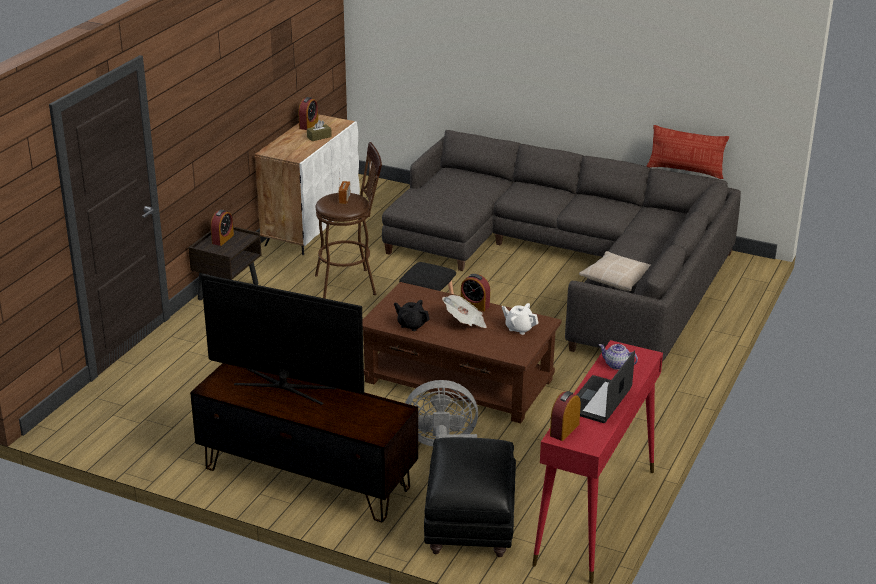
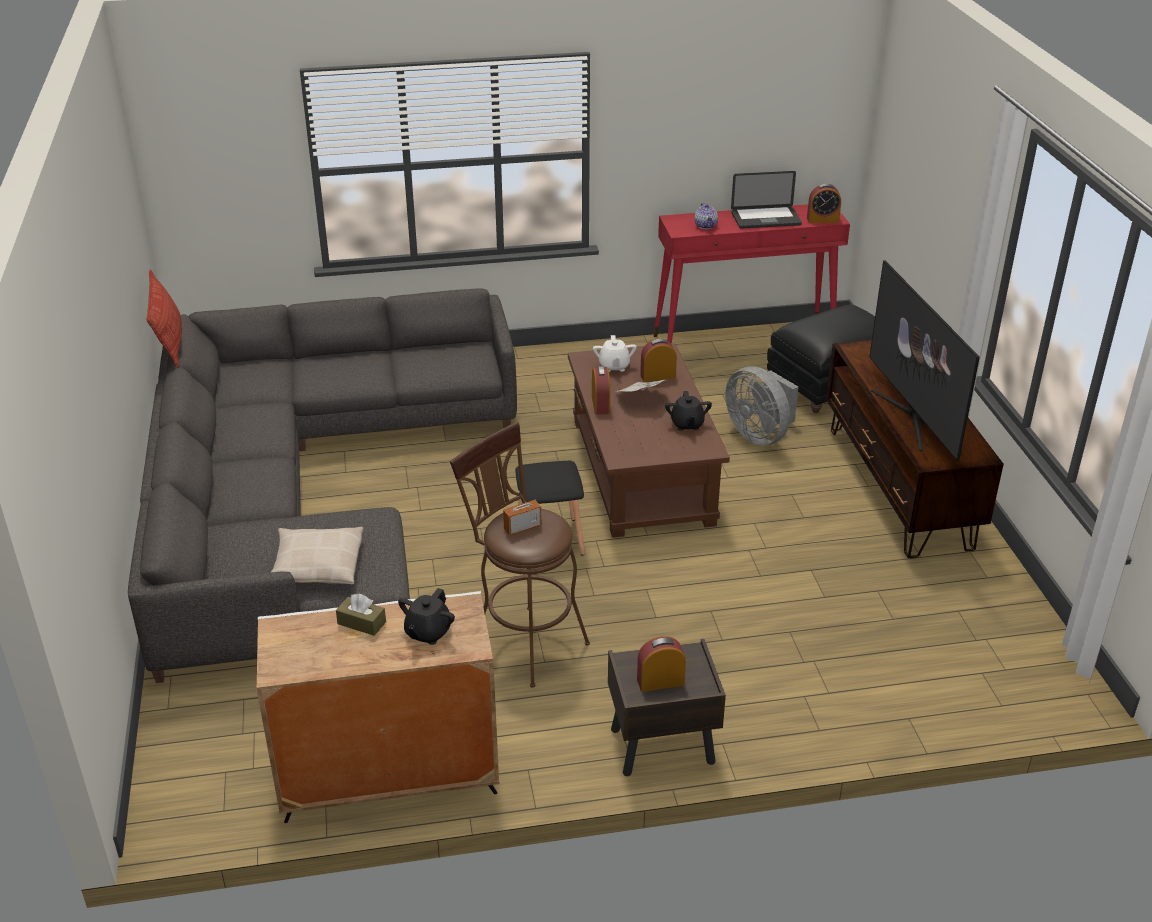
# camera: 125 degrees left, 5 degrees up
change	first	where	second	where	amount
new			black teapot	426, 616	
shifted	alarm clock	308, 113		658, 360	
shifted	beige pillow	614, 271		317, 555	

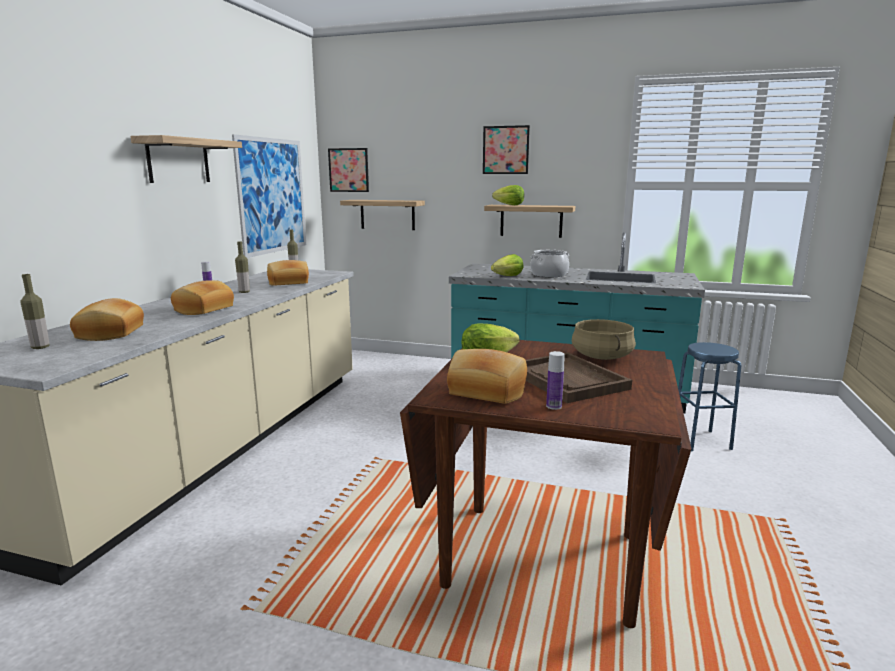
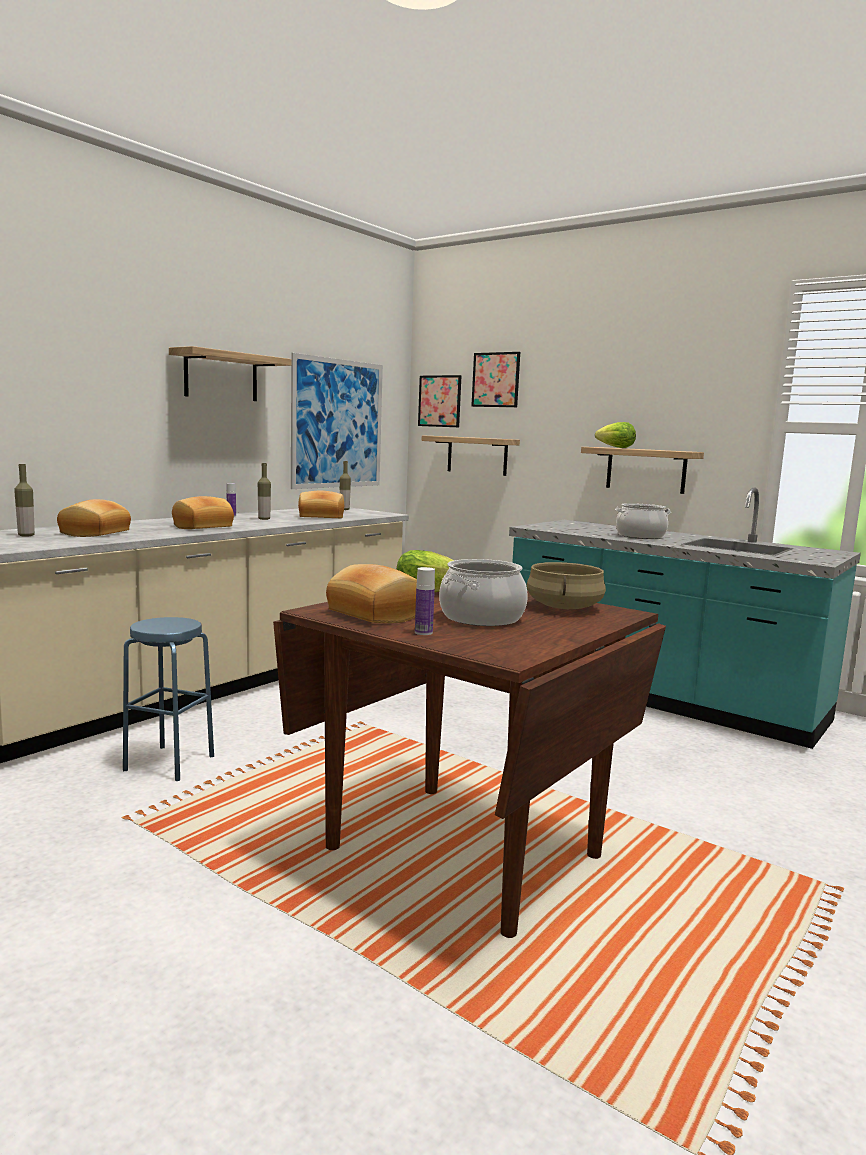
# camera: 20 degrees right, 5 degrees down
change	first	where	second	where	amount
gone	lettuce	507, 265			
shifted	picture	506, 149		495, 379	
shifted	blue stool	709, 396		168, 699	
swapped	brown tray	579, 378	cooking pot	483, 592	

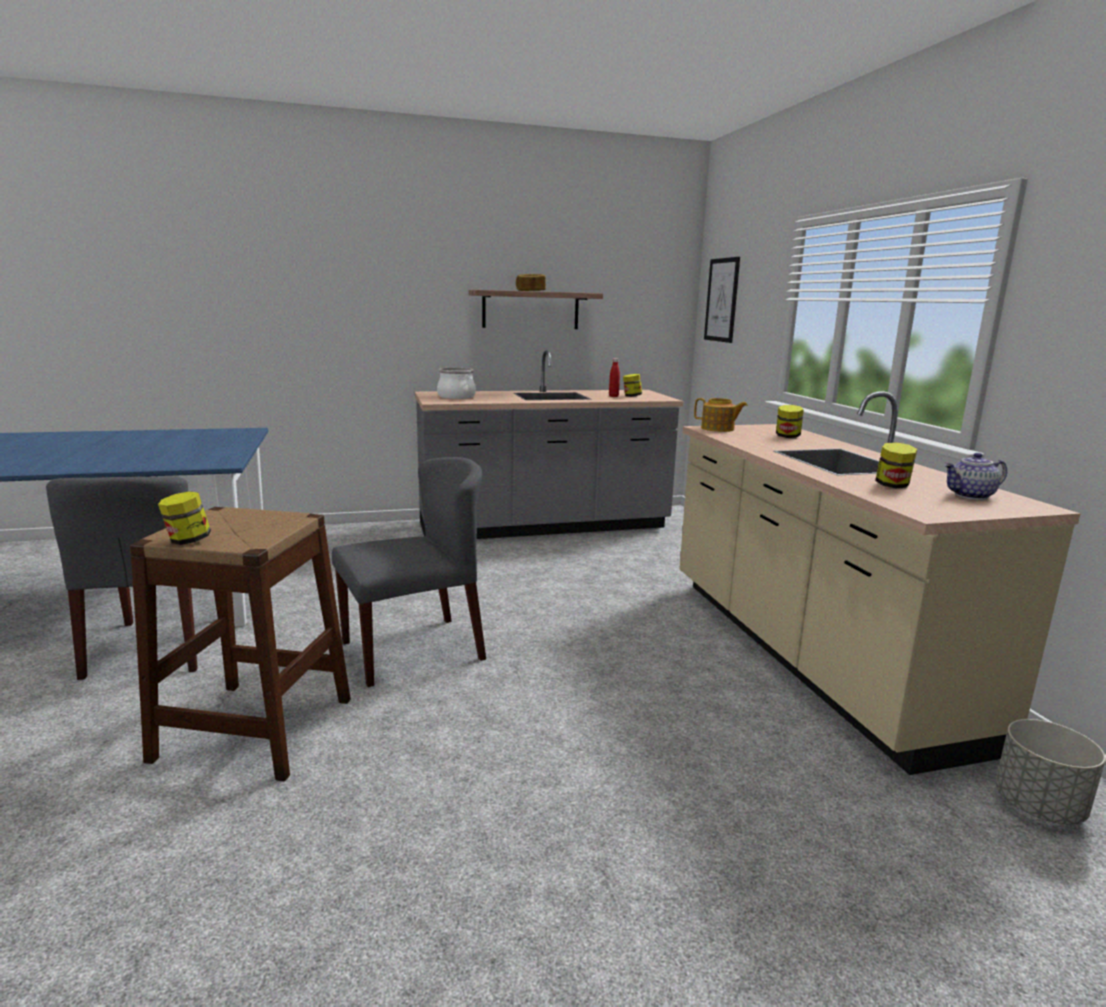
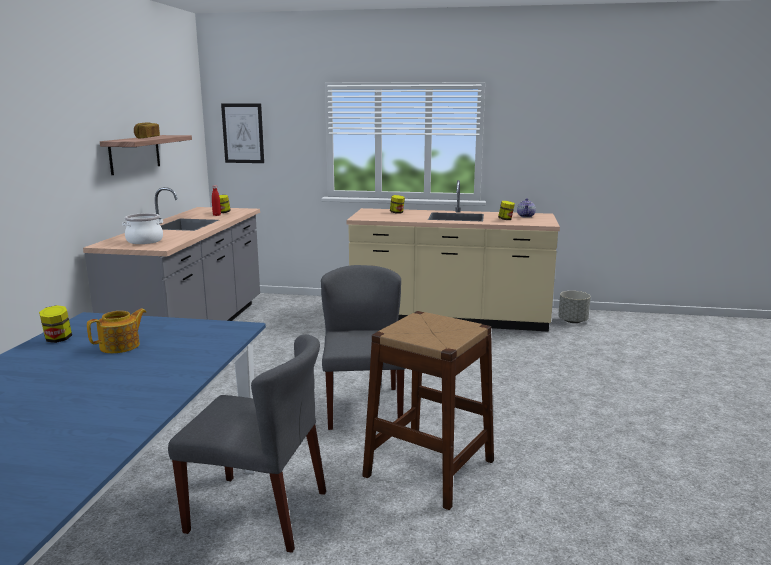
# camera: 65 degrees left, 0 degrees up
change	first	where	second	where	amount
shifted	jar	184, 518		55, 324	
shifted	teapot	721, 415		116, 331	

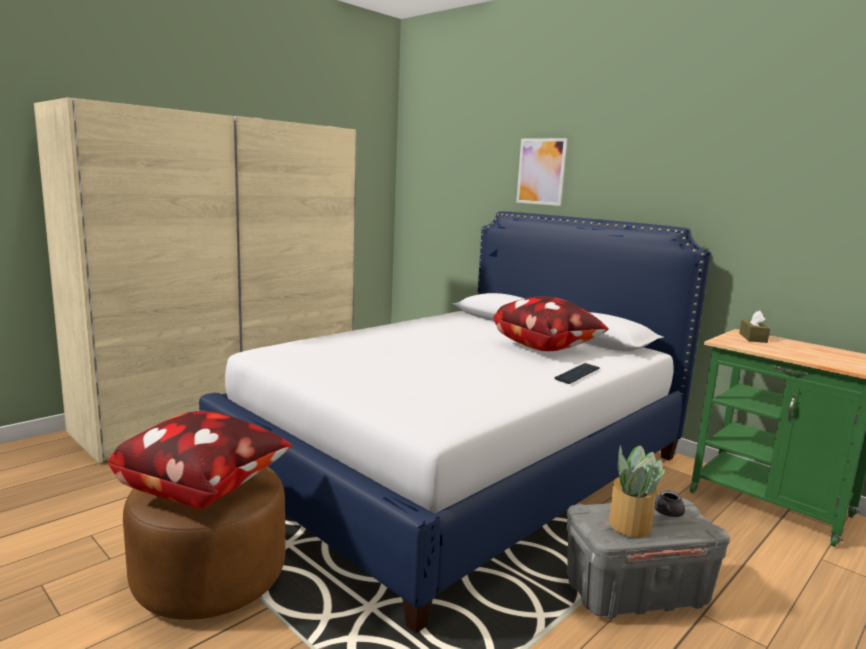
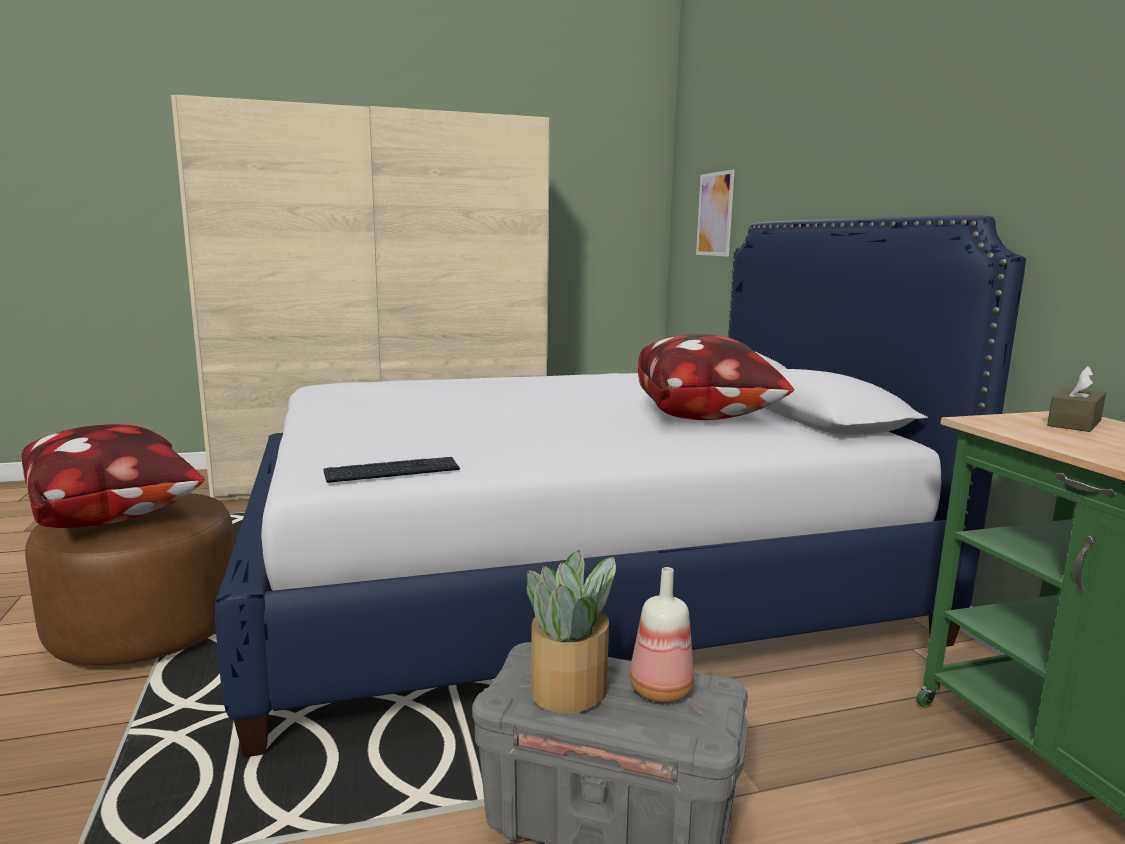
# camera: 30 degrees right, 0 degrees up
change	first	where	second	where	amount
shifted	picture	541, 172		715, 212	
shifted	keyboard	577, 373		392, 470	
swapped	grey teapot	670, 503	bottle	662, 635	

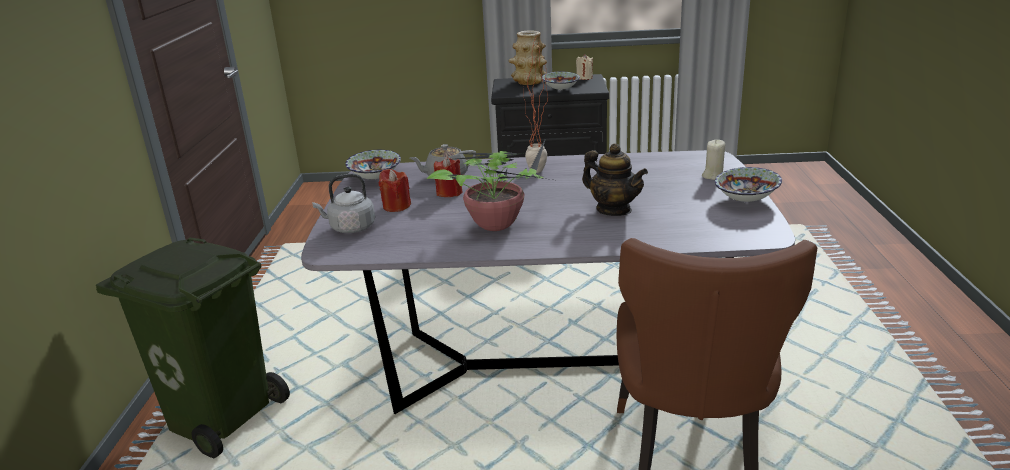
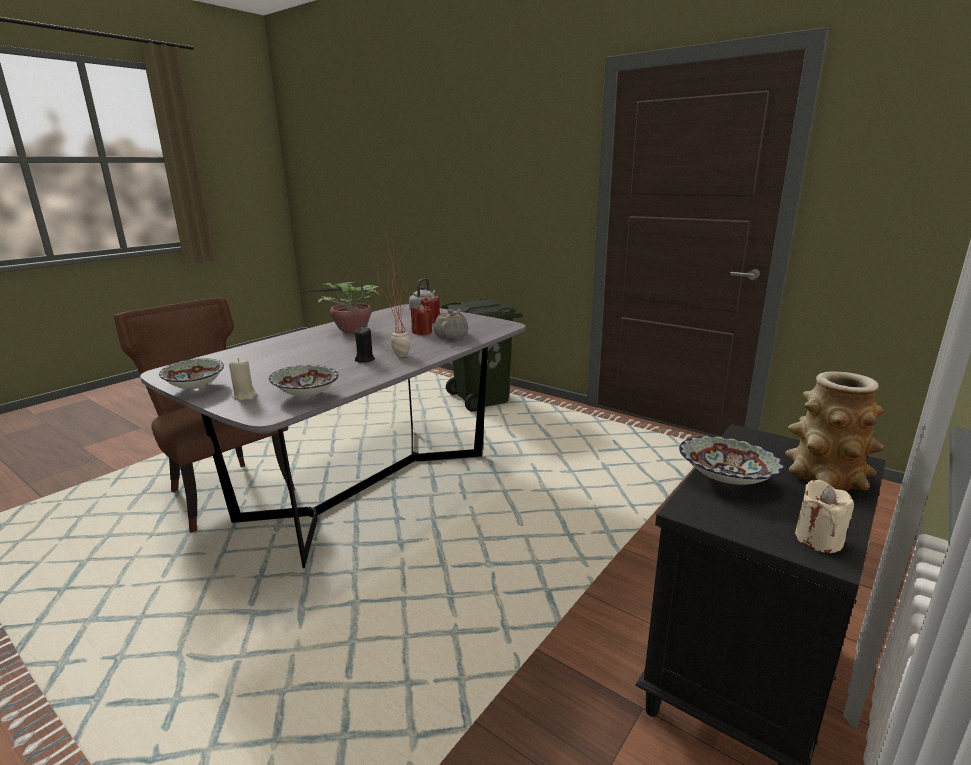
# camera: 125 degrees right, 5 degrees down
change	first	where	second	where	amount
gone	teapot	615, 179			
new			black candle	365, 345	
shifted	bowl	373, 164		304, 380	

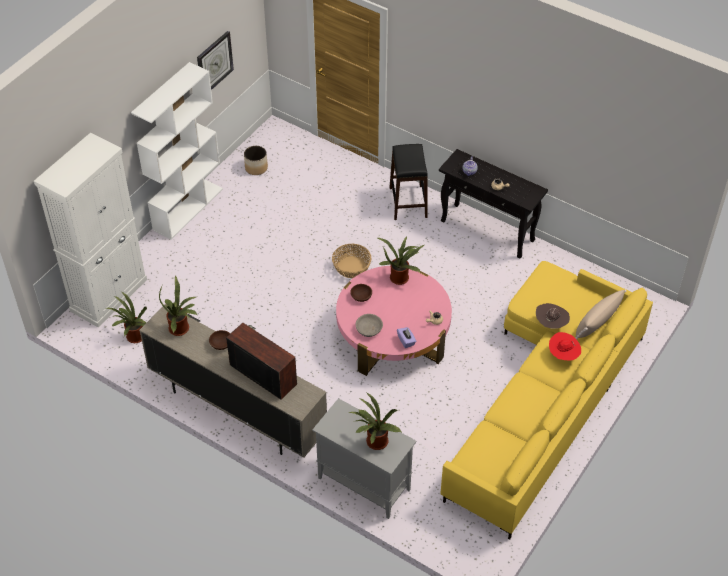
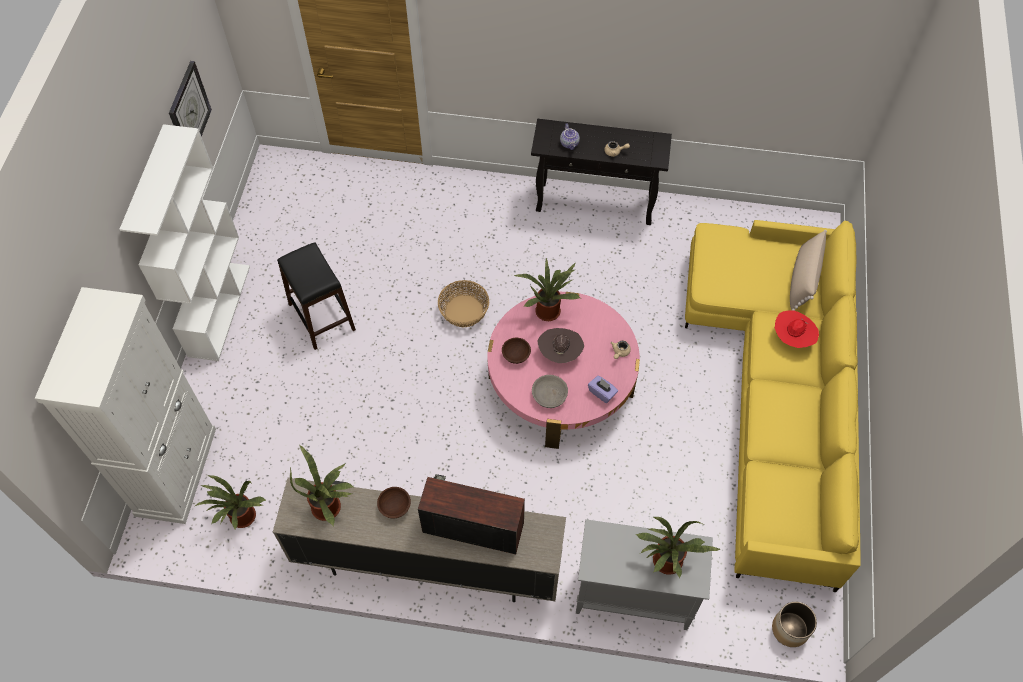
# camera: 25 degrees left, 10 degrees up
change	first	where	second	where	amount
shifted	planter	256, 160		794, 624	
shifted	black stool	408, 182		316, 296	
shifted	brown hat	553, 316		560, 345	

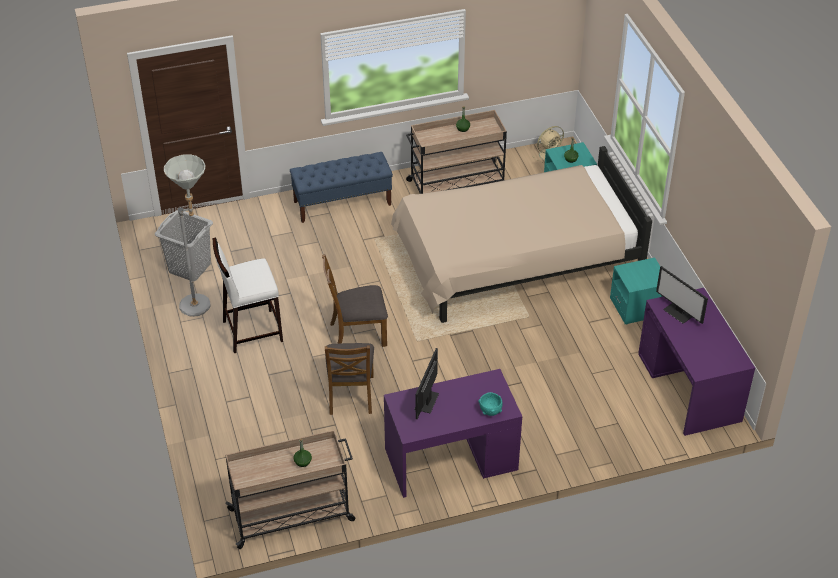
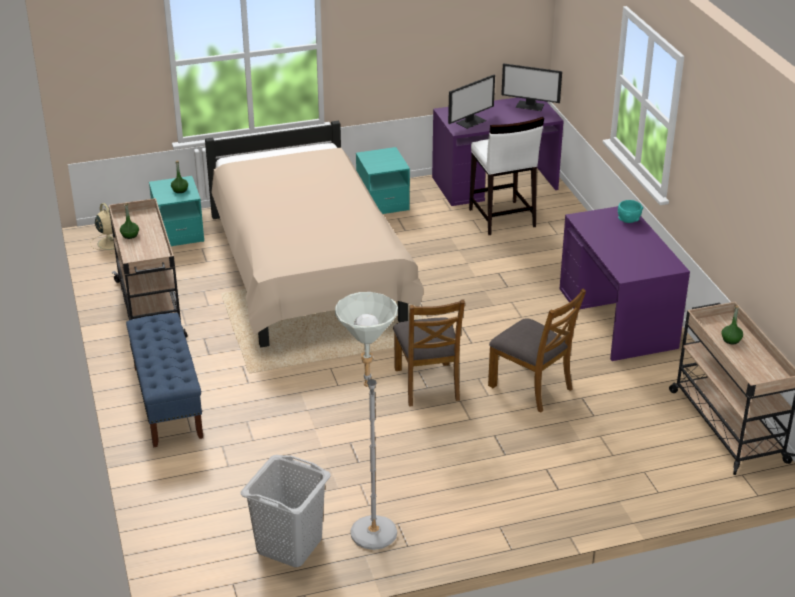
# camera: 90 degrees left, 10 degrees down
change	first	where	second	where	amount
shifted	white stool	248, 295		506, 176	
shifted	monitor	426, 383		531, 87	
rotated	brown chair	349, 379		537, 350	45 degrees clockwise

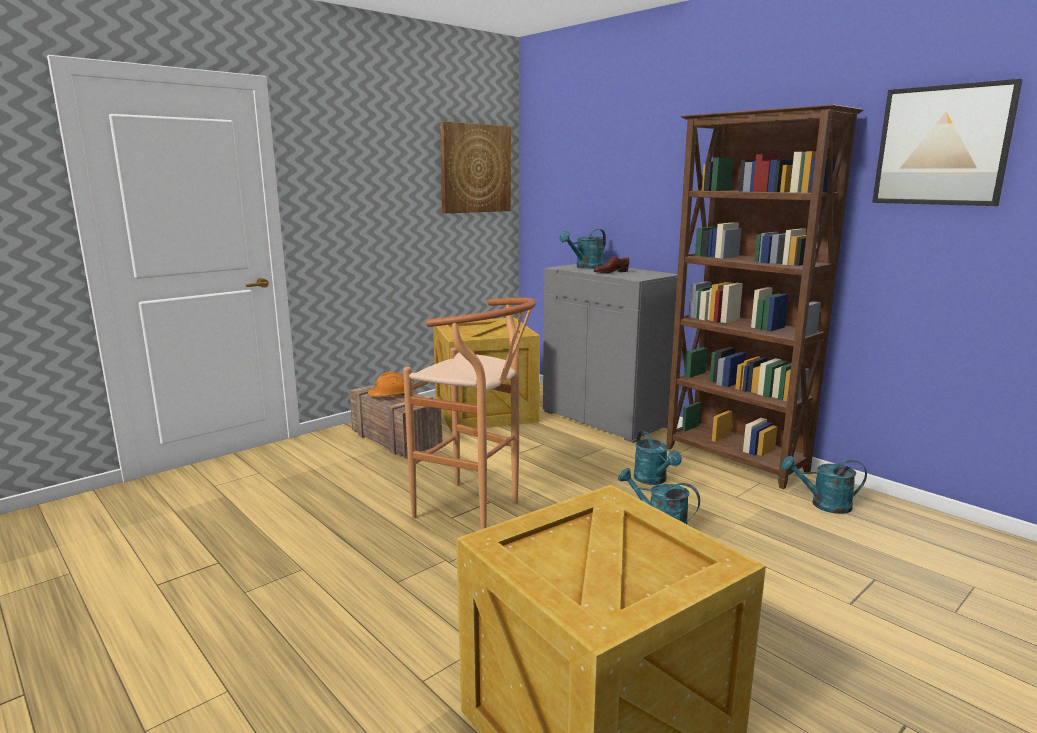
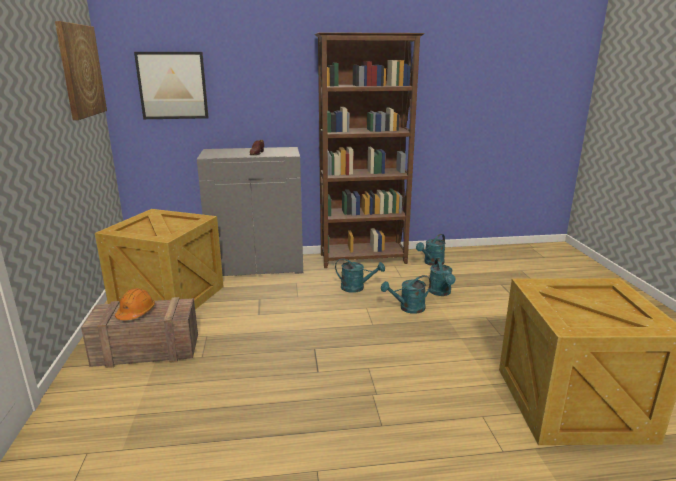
# camera: 55 degrees left, 5 degrees up
change	first	where	second	where	amount
gone	brown stool	469, 414			
shifted	turquoise watering can	582, 249		442, 277	
shifted	picture	947, 142		171, 85	

